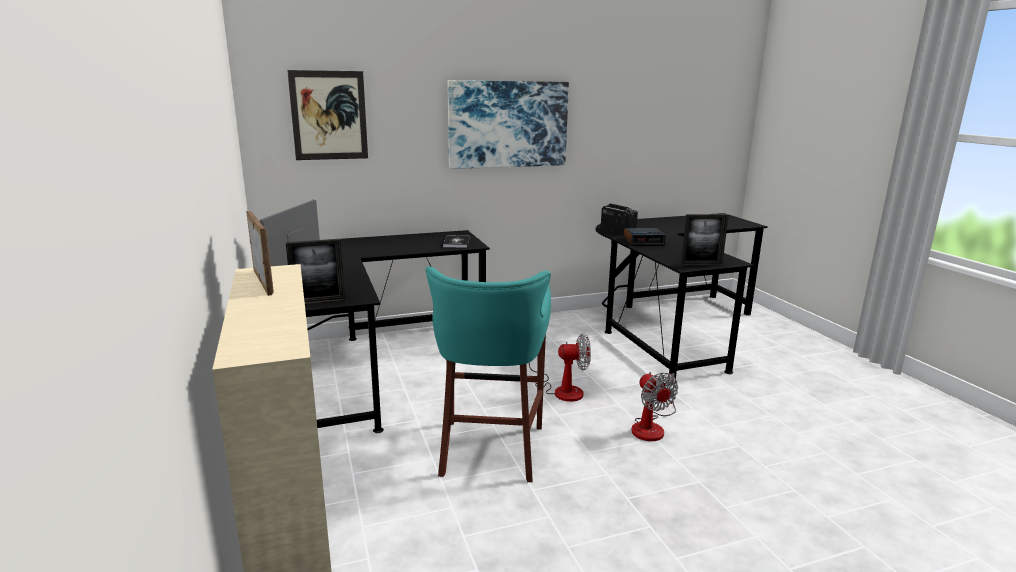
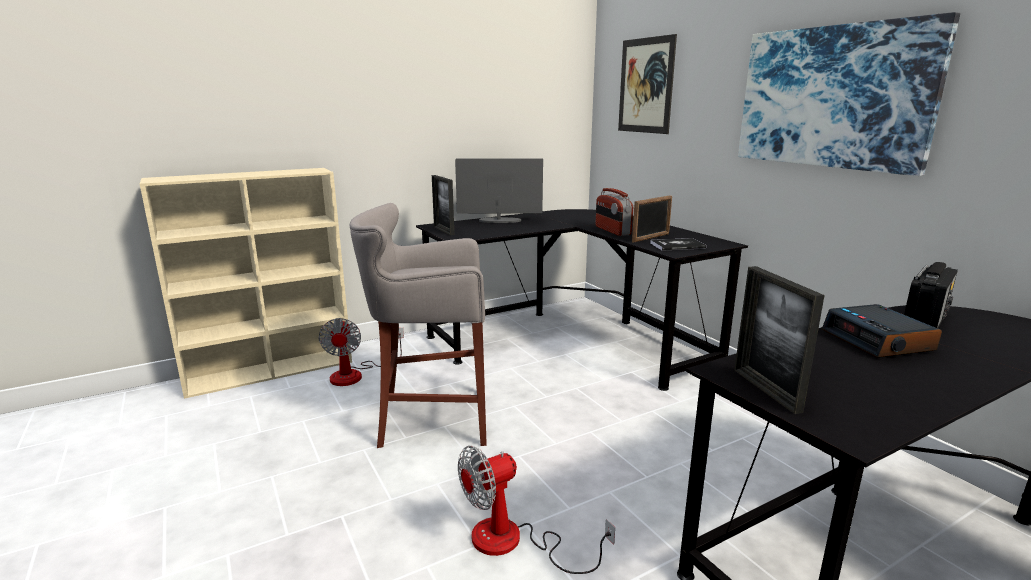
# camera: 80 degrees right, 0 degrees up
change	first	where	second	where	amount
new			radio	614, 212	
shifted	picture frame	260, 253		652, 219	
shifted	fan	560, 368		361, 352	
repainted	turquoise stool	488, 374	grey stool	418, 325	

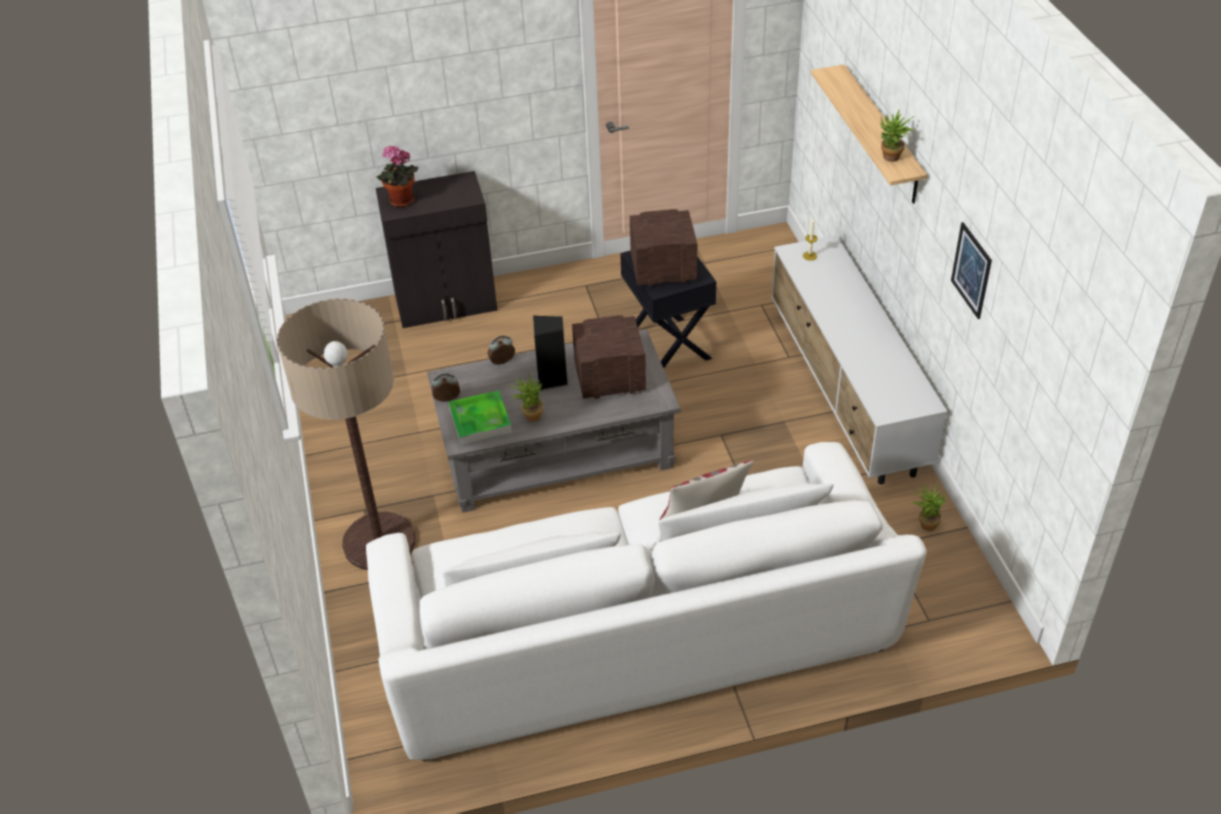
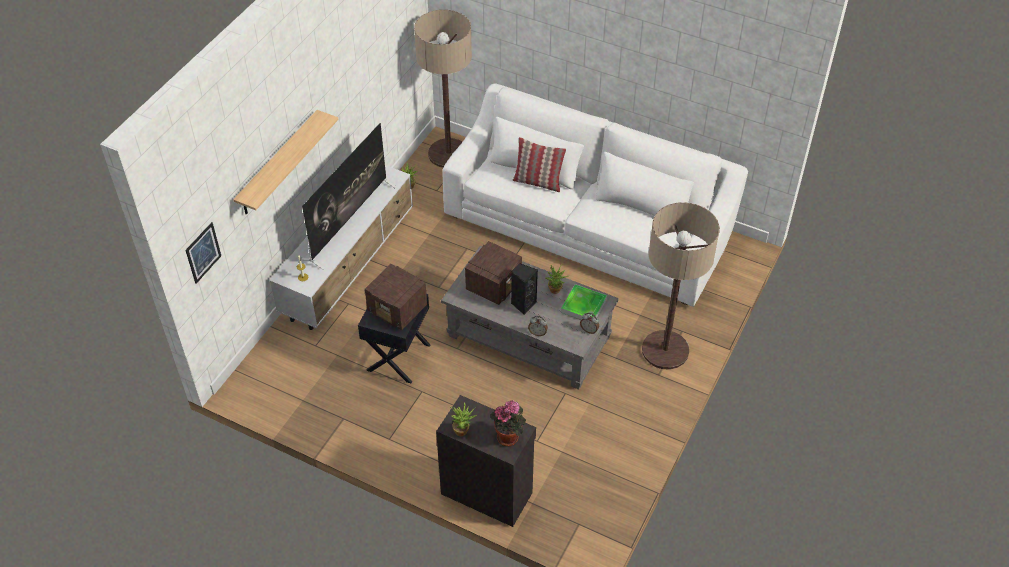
# camera: 140 degrees left, 5 degrees up
change	first	where	second	where	amount
new			television	348, 196	
new			floor lamp	443, 89	
shifted	potted plant	897, 136		463, 419	
shifted	picture	971, 270		203, 253	
rotated	radio	609, 357		493, 273	90 degrees counterclockwise

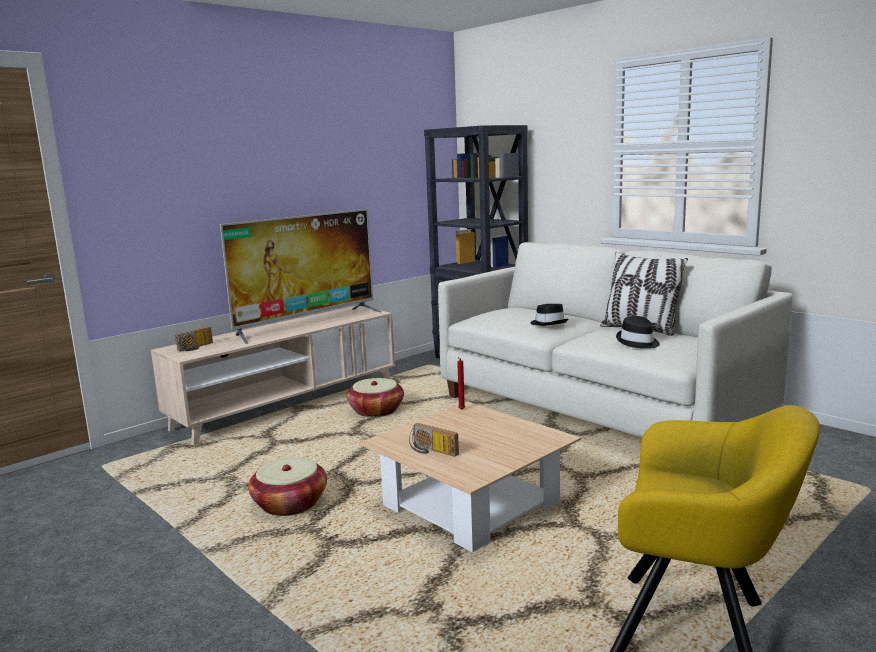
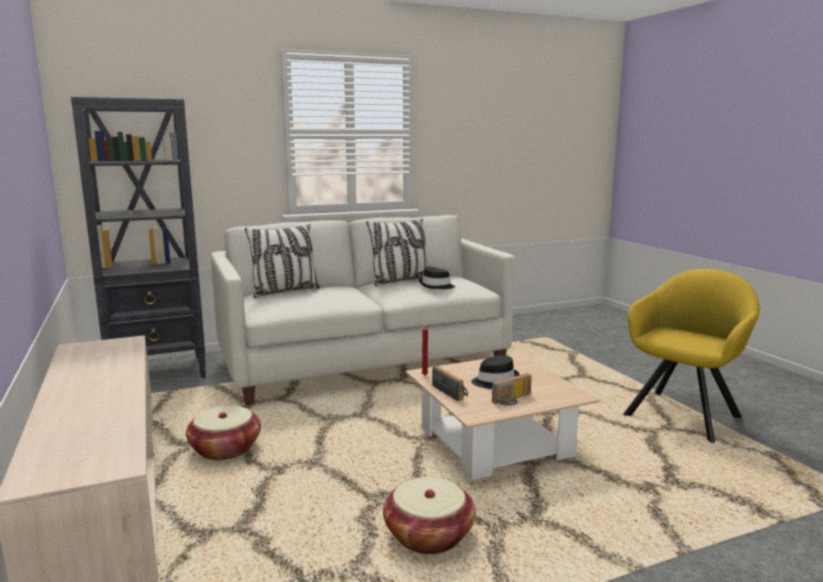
# camera: 70 degrees left, 0 degrees up
change	first	where	second	where	amount
gone	television	300, 276			
new			pillow	283, 261	
shifted	radio	194, 339		450, 383	
shifted	black hat	549, 315		495, 372	

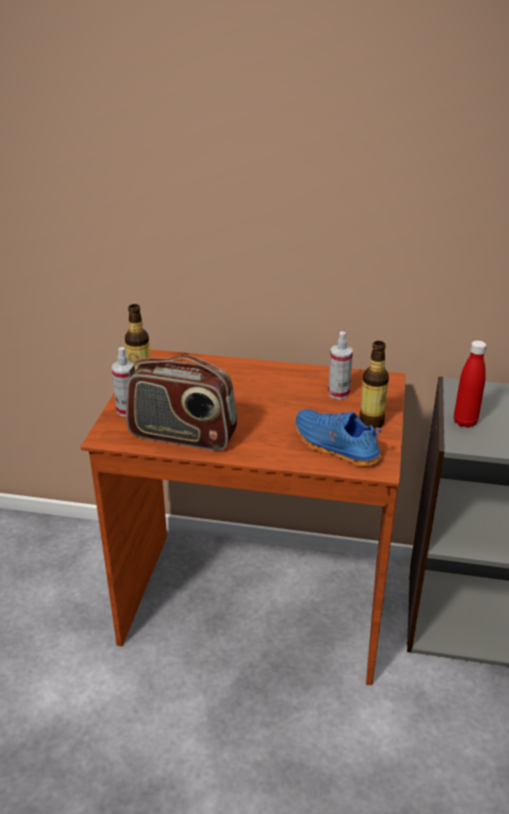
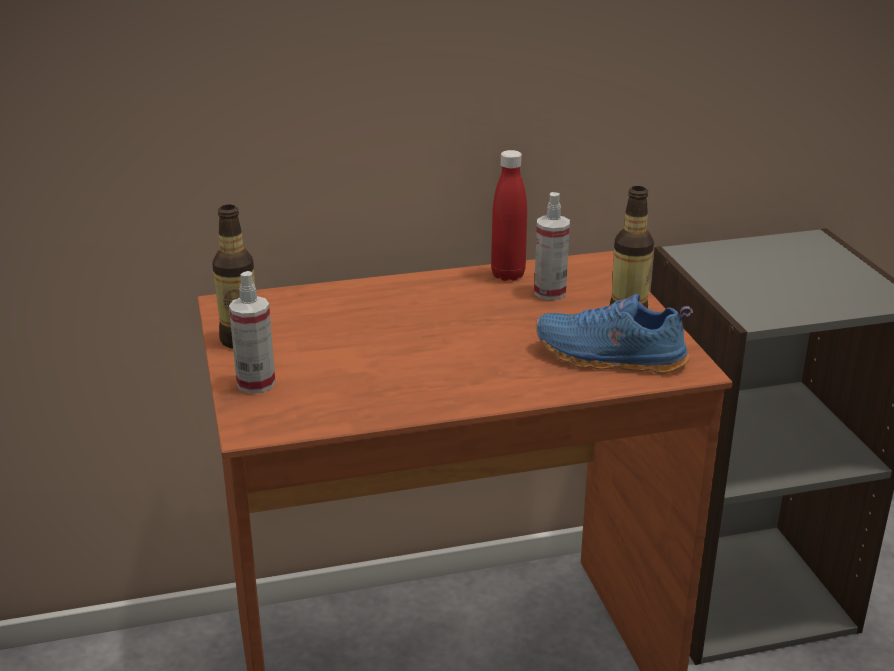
# camera: 25 degrees left, 5 degrees down
change	first	where	second	where	amount
gone	radio	181, 403			
shifted	red bottle	470, 384		509, 215	

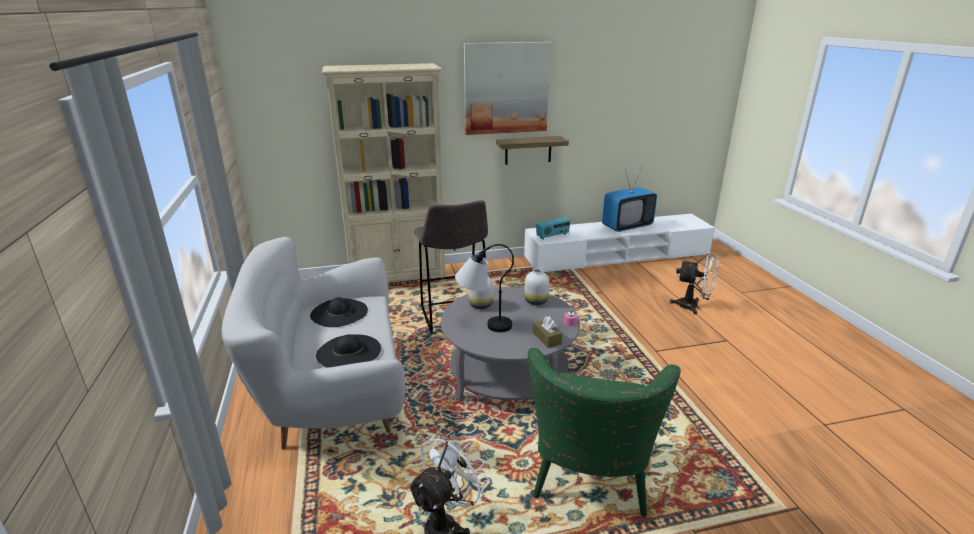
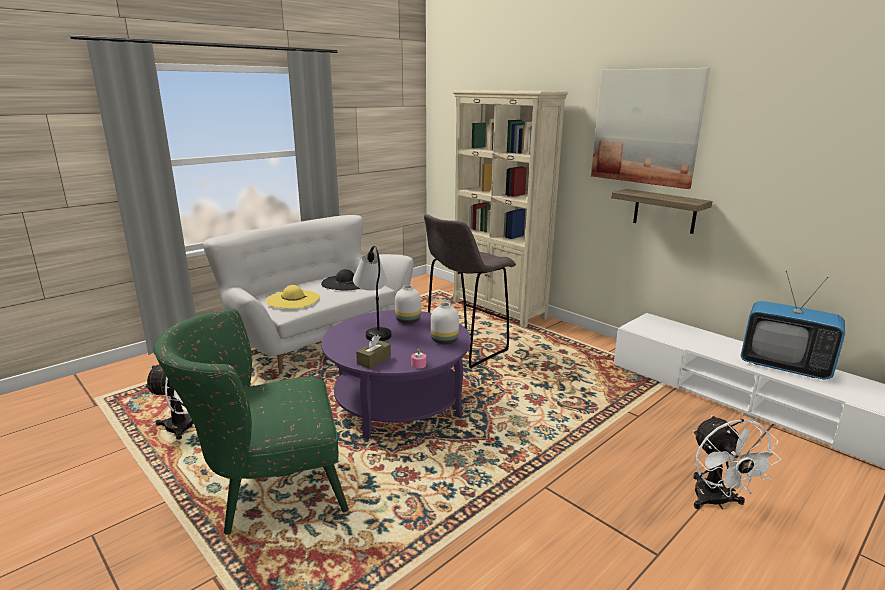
# camera: 60 degrees right, 5 degrees down
change	first	where	second	where	amount
gone	radio	553, 228			
repainted	black hat	348, 351	yellow hat	293, 297	
repainted	grey coffee table	510, 344	purple coffee table	396, 374	

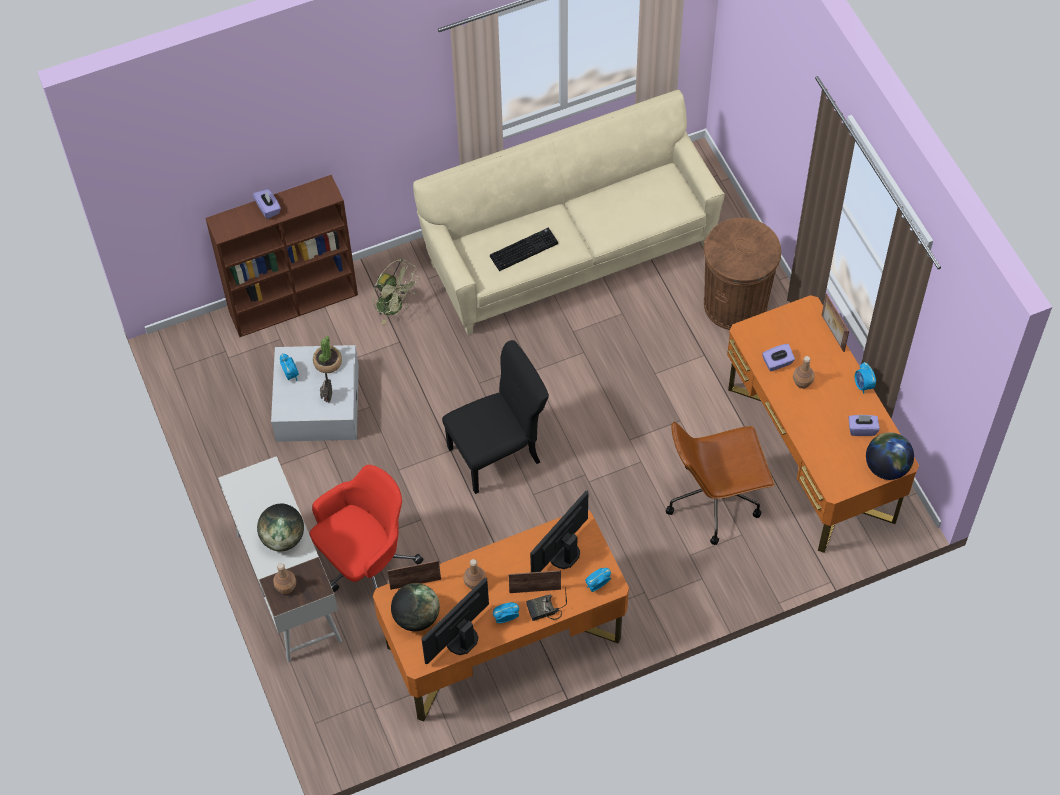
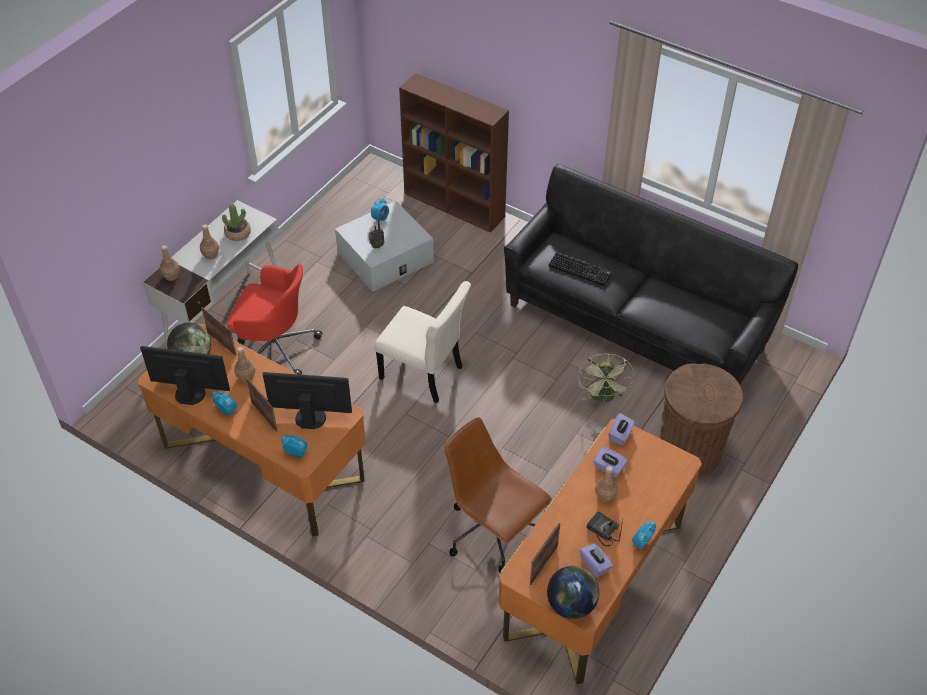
# camera: 55 degrees right, 10 degrees down
change	first	where	second	where	amount
shifted	purple tissue box	267, 204		621, 429	
shifted	potted plant	327, 354		236, 222	
shifted	green fan	396, 292		606, 378	
shifted	radio	546, 604		605, 528	
shifted	picture frame	835, 322		545, 554	
swapped	globe	280, 527	brown bottle	209, 242	
repainted	beige sofa	569, 212	black sofa	651, 274	
repainted	black chair	495, 417	beige chair	422, 342	

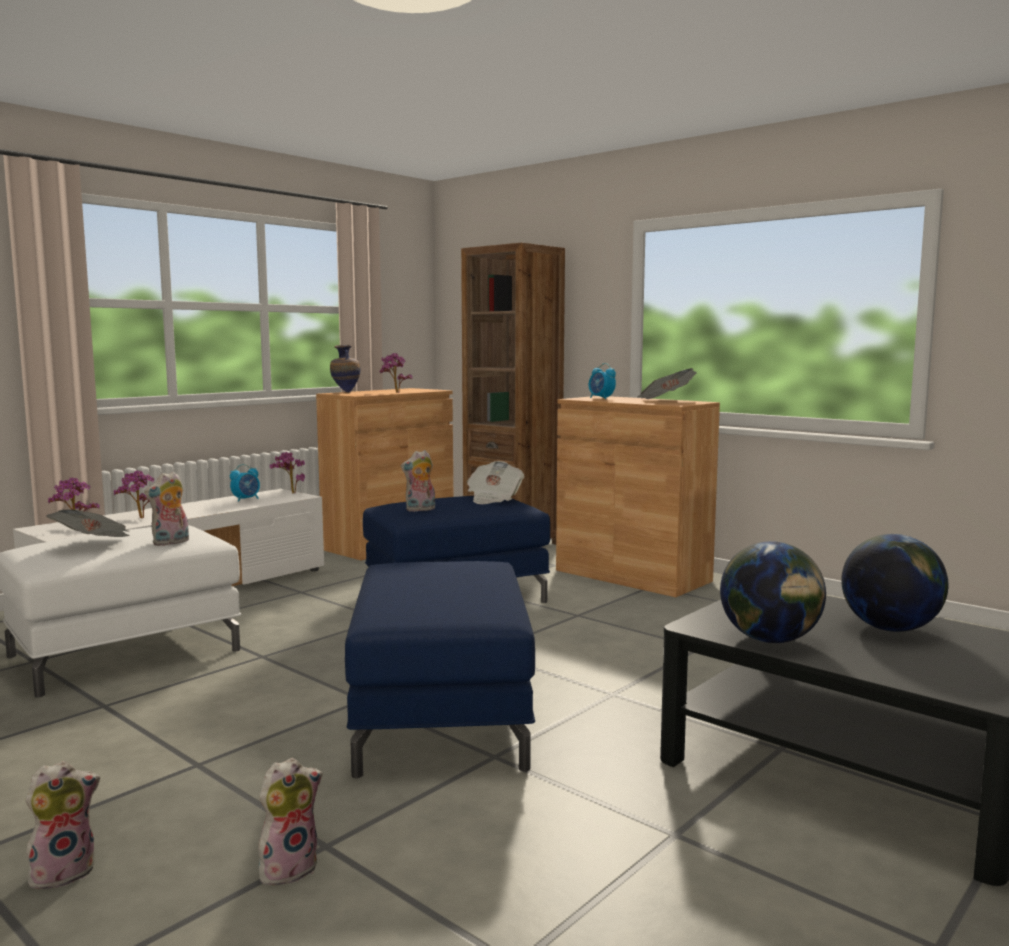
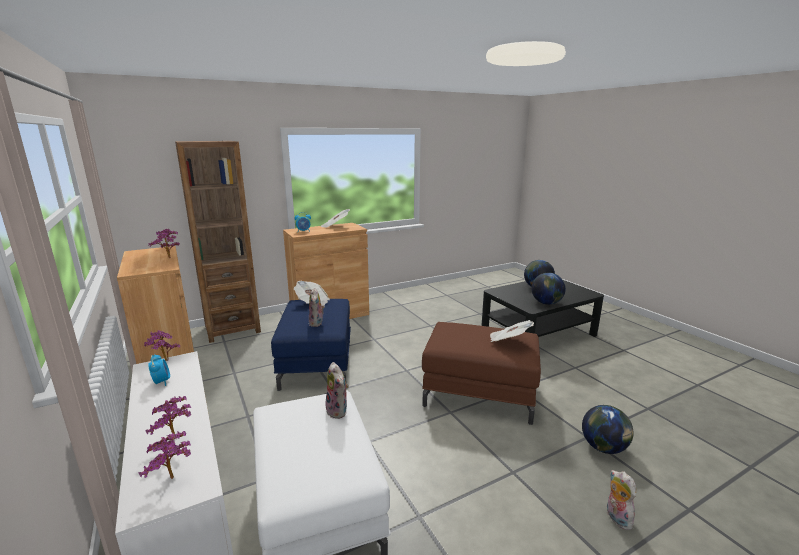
# camera: 70 degrees left, 10 degrees up
change	first	where	second	where	amount
gone	vase	345, 368			
shifted	newspaper	88, 523		512, 331	
swapped	plush toy	290, 821	globe	608, 429	
repainted	blue ottoman	440, 669	brown ottoman	481, 373	

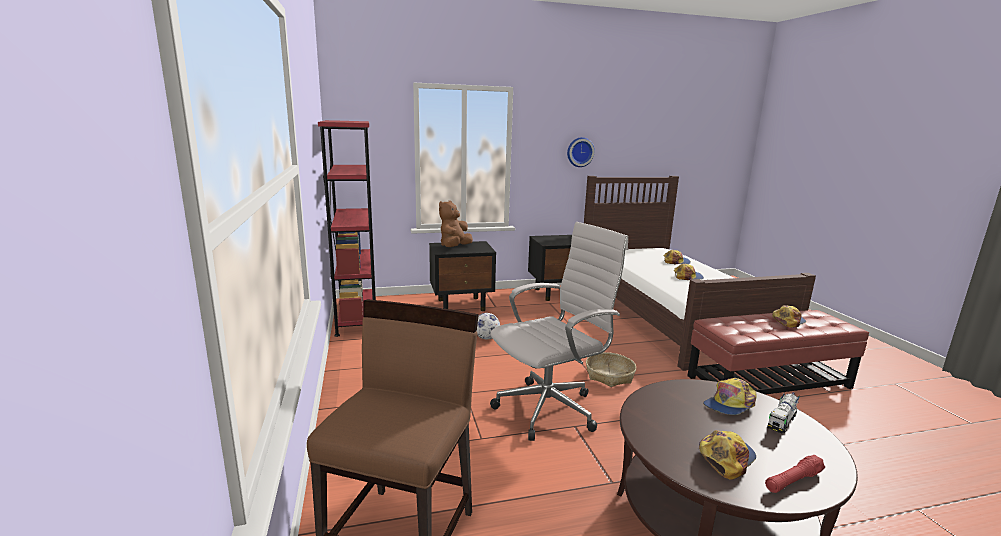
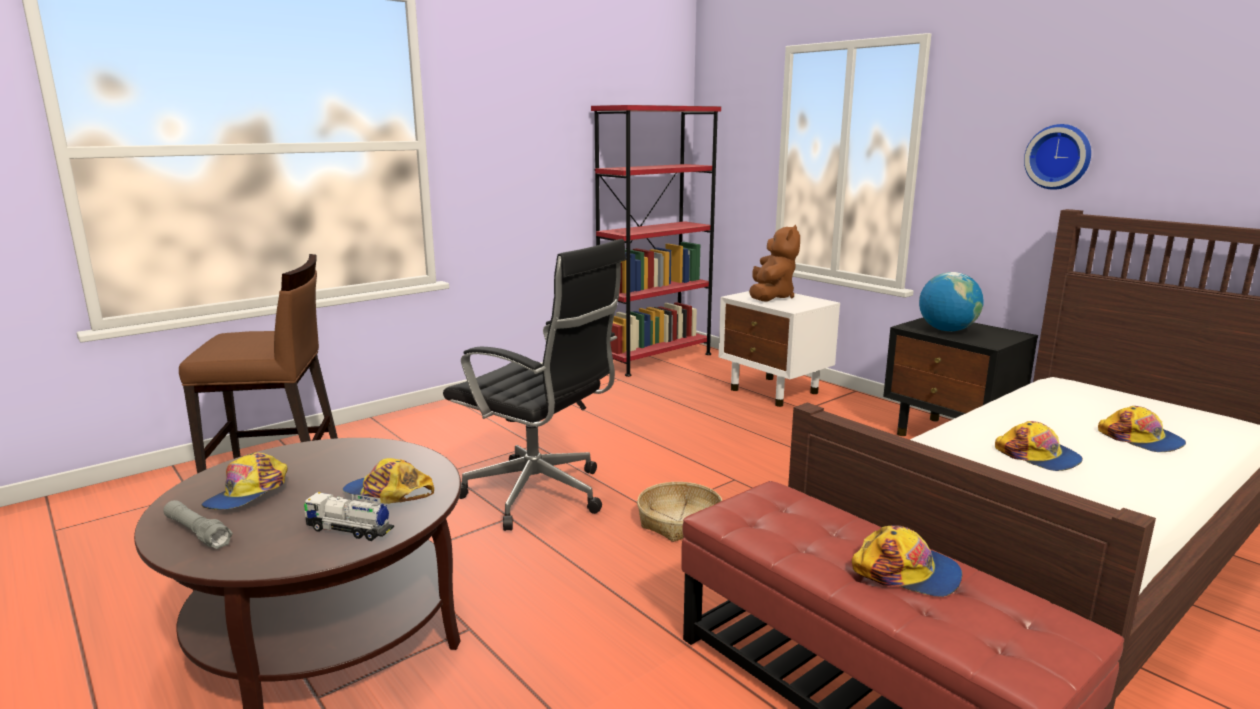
# camera: 65 degrees right, 0 degrees up
change	first	where	second	where	amount
gone	football	488, 326			
new			globe	951, 302	
repainted	black nightstand	462, 276	white nightstand	779, 349	
repainted	white office chair	559, 331	black office chair	534, 385	
repainted	red flashlight	795, 474	grey flashlight	198, 524	
rotated	brown plush toy	456, 223		774, 263	105 degrees clockwise
rotated	cap	727, 455		244, 481	90 degrees clockwise

